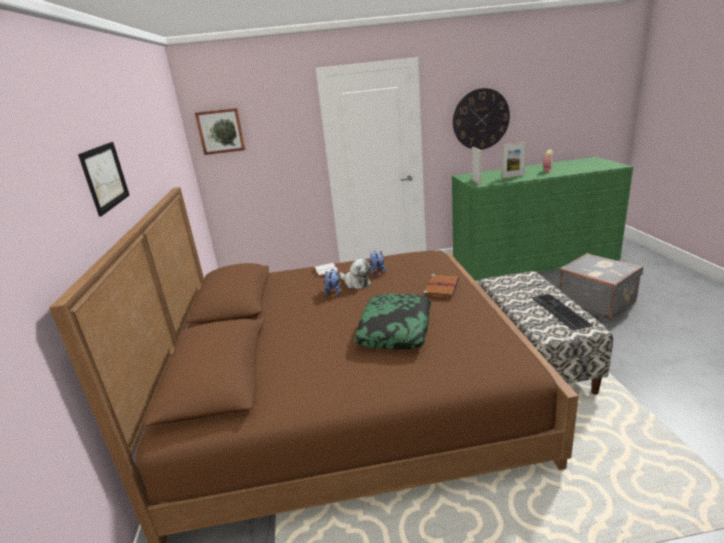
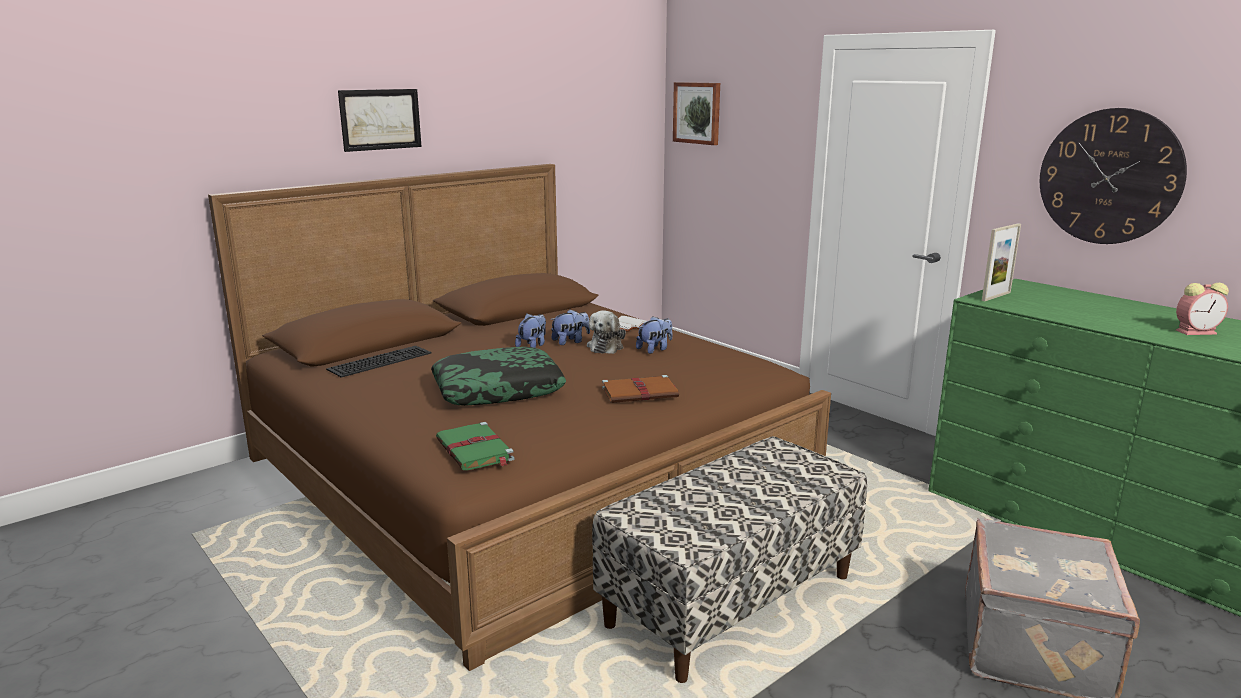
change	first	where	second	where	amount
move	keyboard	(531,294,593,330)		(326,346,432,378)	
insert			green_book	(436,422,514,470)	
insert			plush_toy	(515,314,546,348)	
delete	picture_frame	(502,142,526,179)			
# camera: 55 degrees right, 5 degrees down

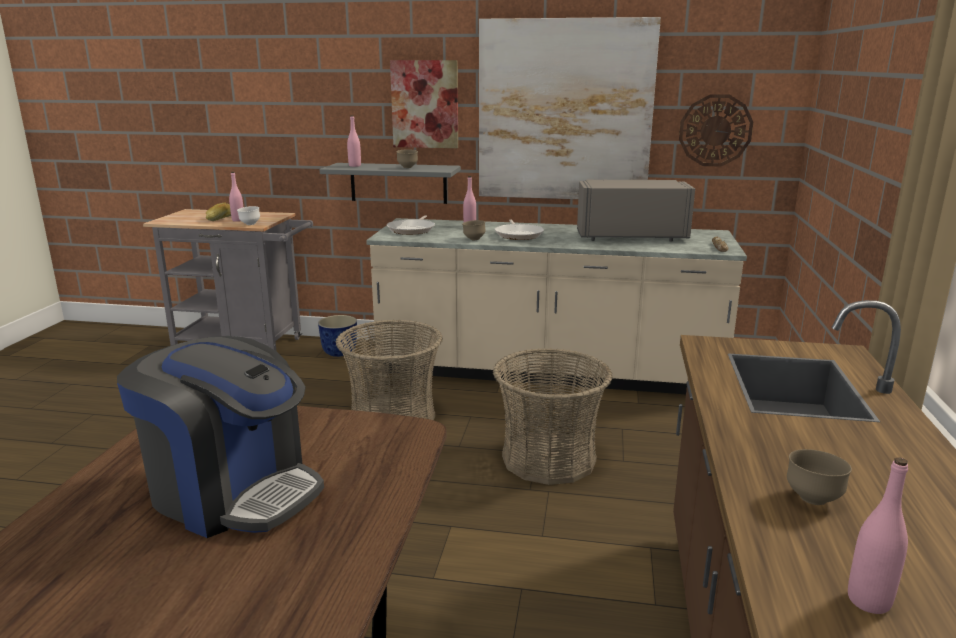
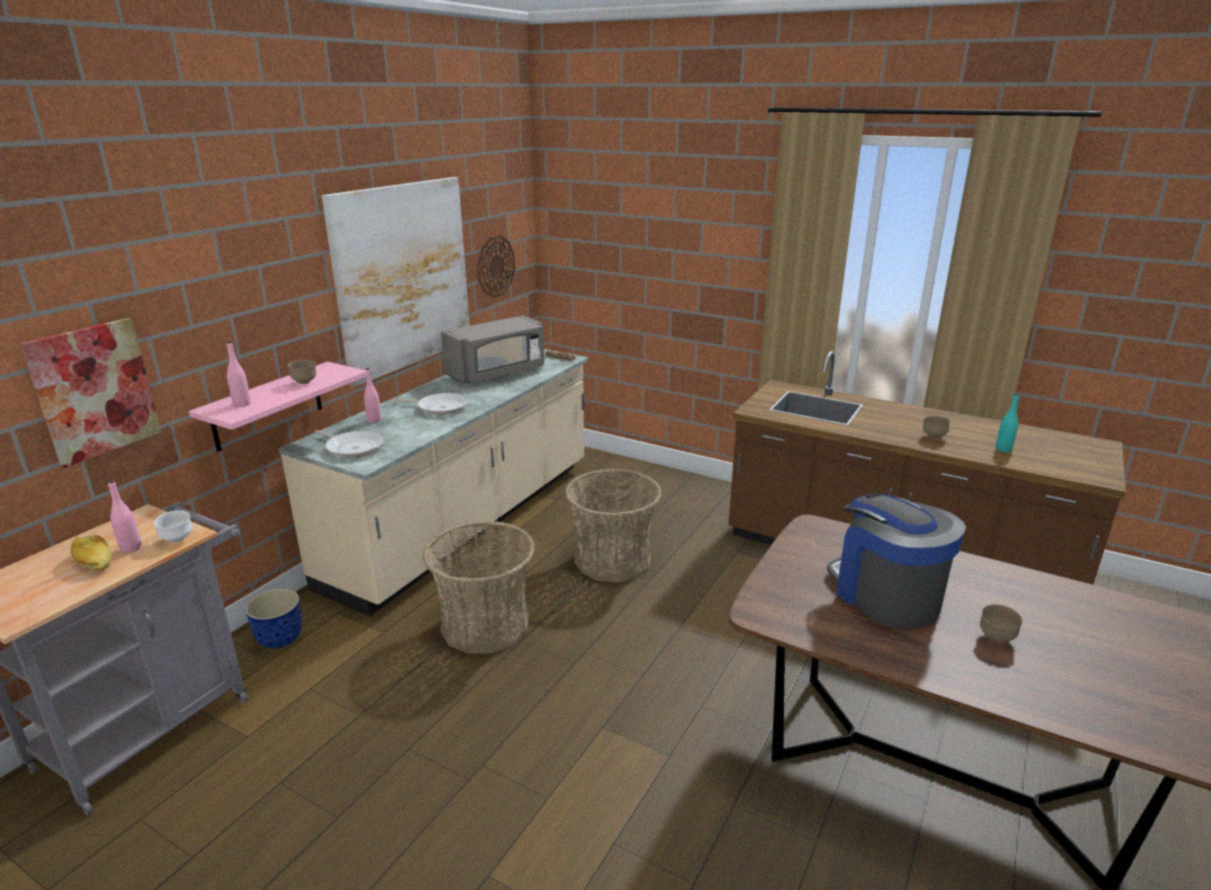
change	first	where	second	where	amount
move	picture	(390,60,458,148)		(20,318,162,468)	
recolor	grey_shelf	(319,163,461,204)	pink_shelf	(189,362,368,452)	
rotate	grey_microwave	(577,180,695,242)		(441,316,544,384)	150 degrees counterclockwise
rotate	coffee_machine	(117,336,324,538)		(827,493,966,628)	75 degrees counterclockwise
move	brown_bowl	(462,220,486,240)		(980,604,1023,642)	
recolor	pink_bottle	(848,457,908,614)	turquoise_bottle	(996,393,1019,452)	
# camera: 70 degrees left, 5 degrees up

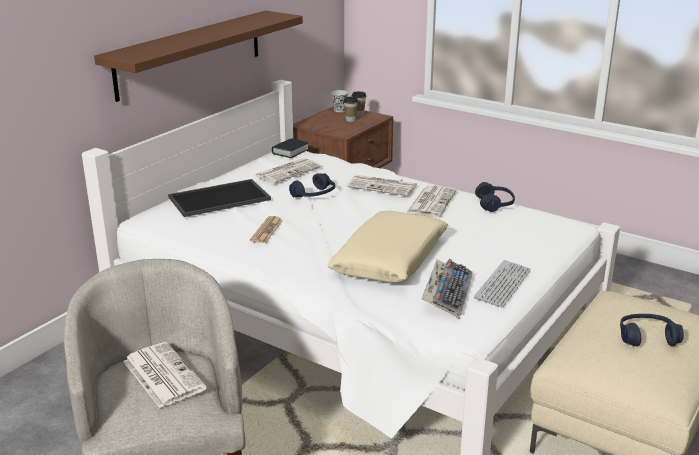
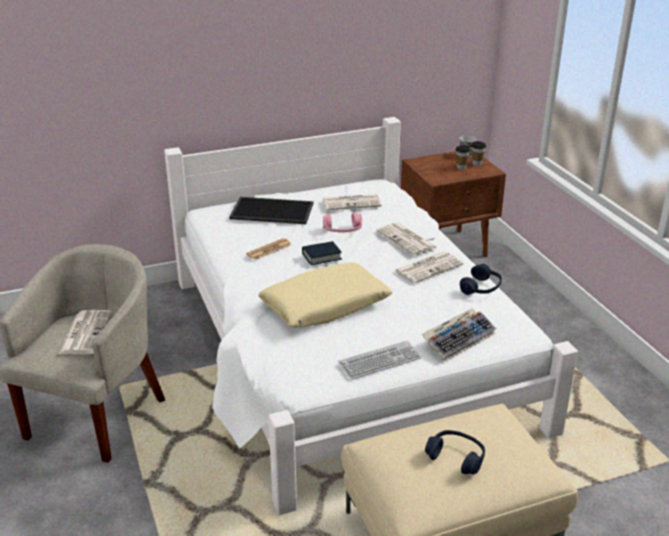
change	first	where	second	where	amount
move	book	(272,138,309,158)		(302,241,342,265)	
recolor	blue_headphones	(289,173,335,197)	pink_headphones	(323,212,362,232)	
move	keyboard	(422,259,472,319)		(422,308,496,362)	
delete	brown_shelf	(94,10,303,102)			
# camera: 35 degrees right, 5 degrees up

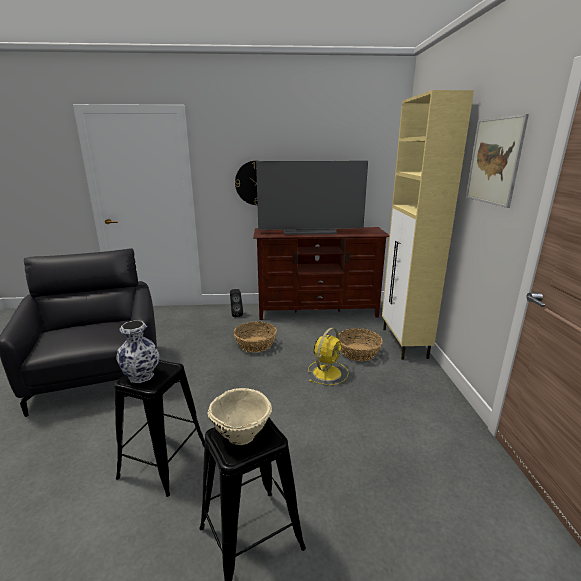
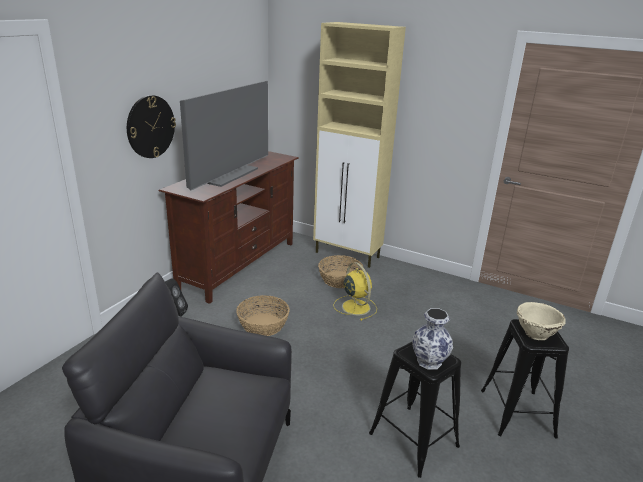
change	first	where	second	where	amount
delete	picture	(466,114,529,208)			
# camera: 60 degrees left, 5 degrees up

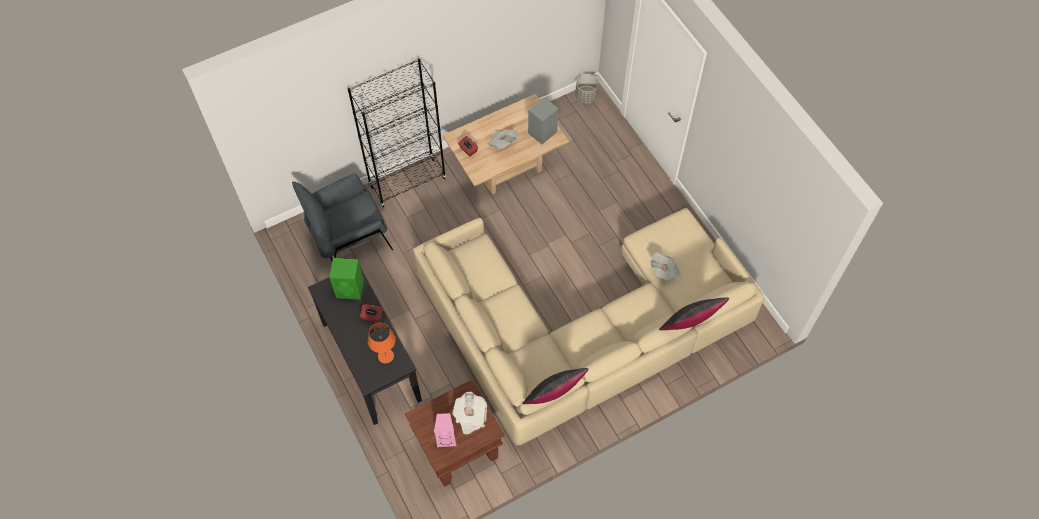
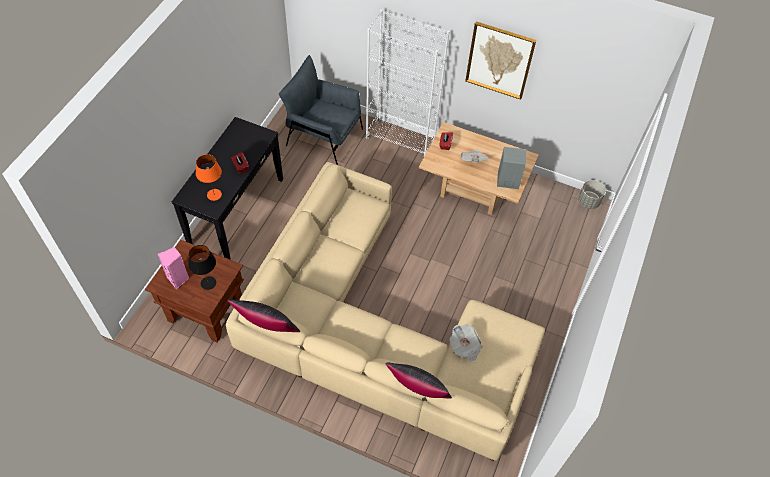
change	first	where	second	where	amount
replace	newspaper	(452,392,487,435)	black_table_lamp	(188,245,216,290)	
recolor	black_bookcase	(348,58,446,207)	white_bookcase	(365,9,450,157)	
insert			picture	(465,21,536,100)	
delete	green_speaker	(330,258,364,300)			
# camera: 50 degrees right, 5 degrees down

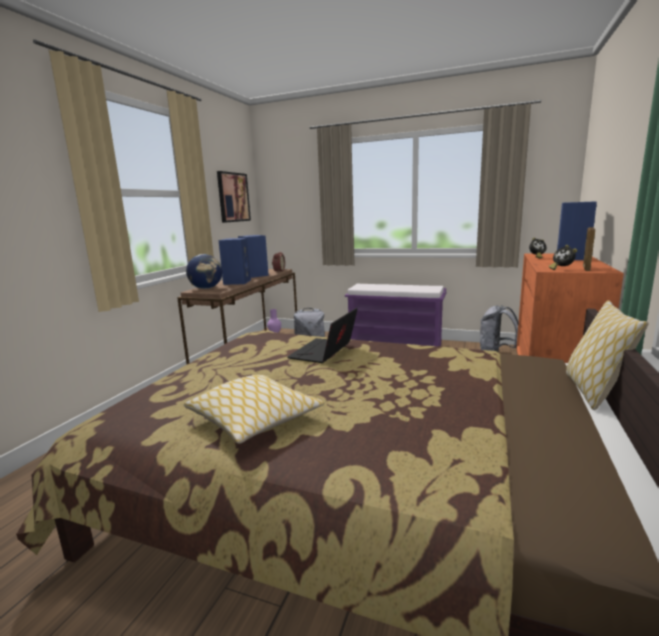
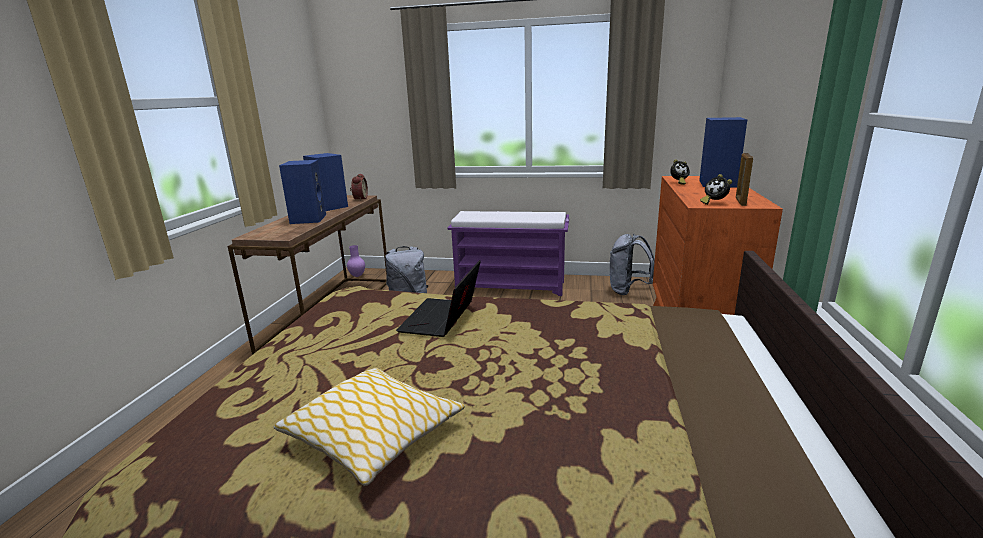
change	first	where	second	where	amount
delete	globe	(186,254,222,289)			
delete	picture	(217,171,251,223)			
delete	pillow	(566,300,648,410)			
# camera: 10 degrees left, 5 degrees up

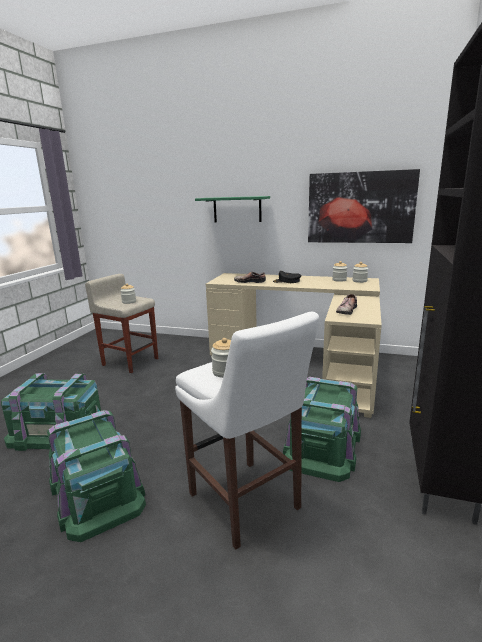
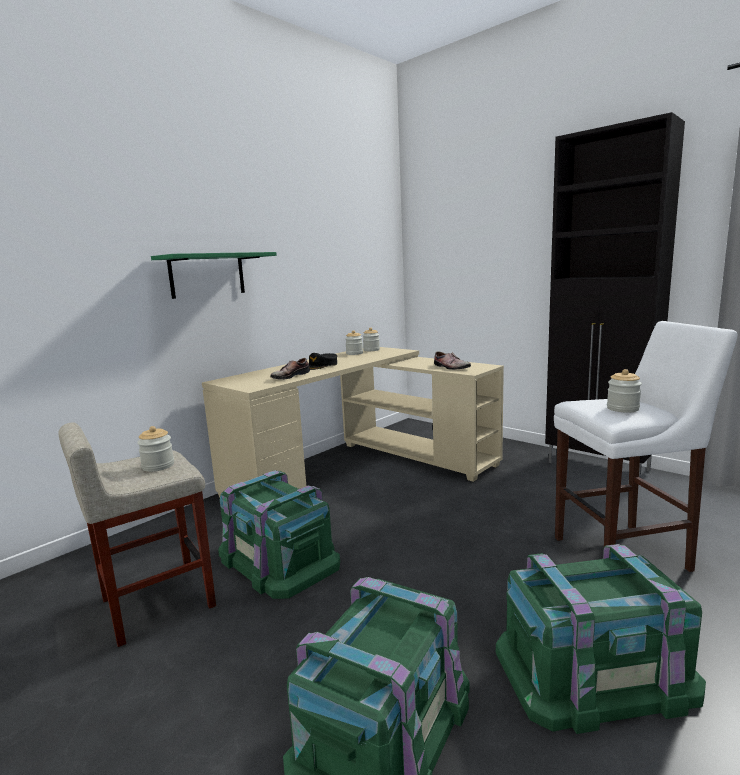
change	first	where	second	where	amount
move	green_storage_box	(283,377,361,482)		(218,470,340,599)	
delete	picture	(308,169,420,243)			
# camera: 65 degrees left, 5 degrees down

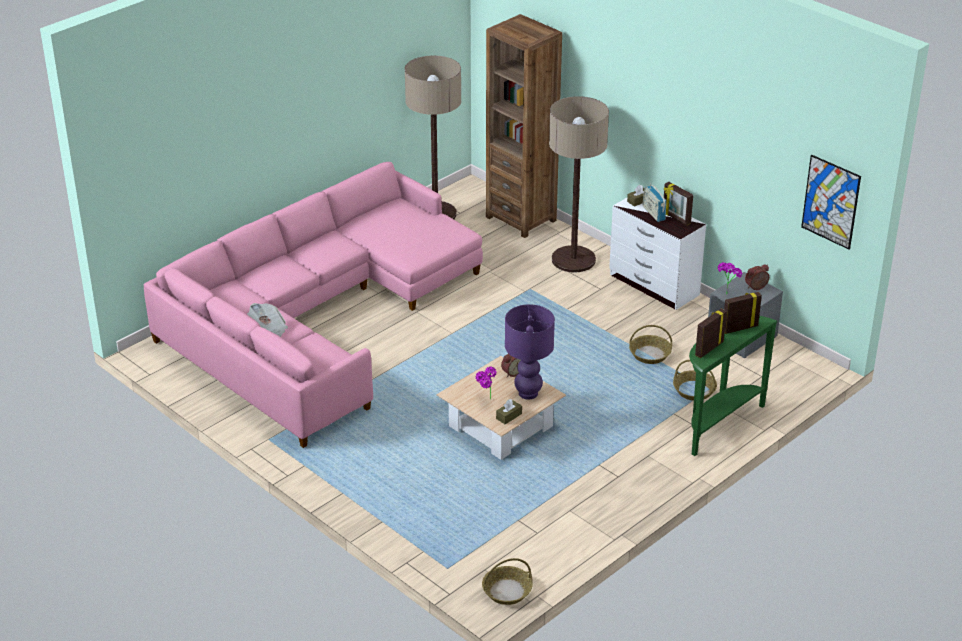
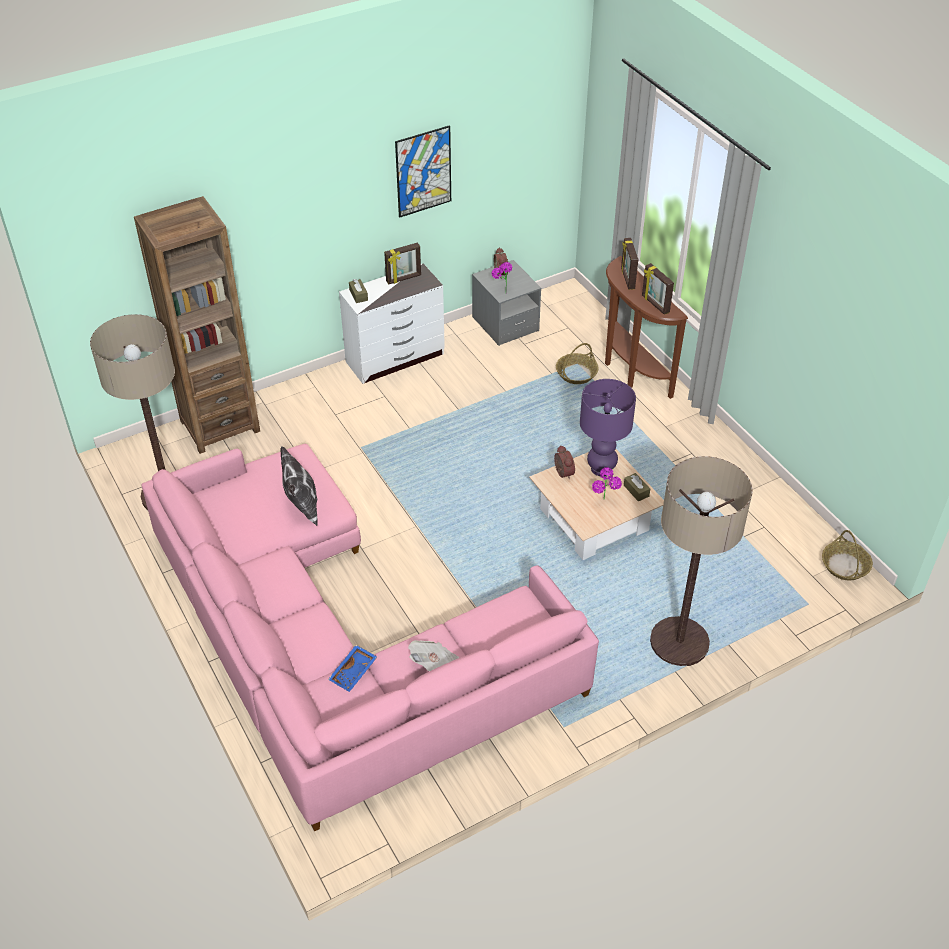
change	first	where	second	where	amount
insert			pillow	(280,446,318,526)	
insert			blue_tray	(328,645,377,692)	
move	picture	(801,155,861,250)		(395,125,451,218)	
recolor	green_console_table	(689,316,778,456)	brown_console_table	(605,256,688,399)	
move	floor_lamp	(549,96,609,272)		(650,456,752,666)	
delete	basket	(629,325,672,364)			
delete	radio	(642,183,666,222)			
# camera: 75 degrees left, 10 degrees up

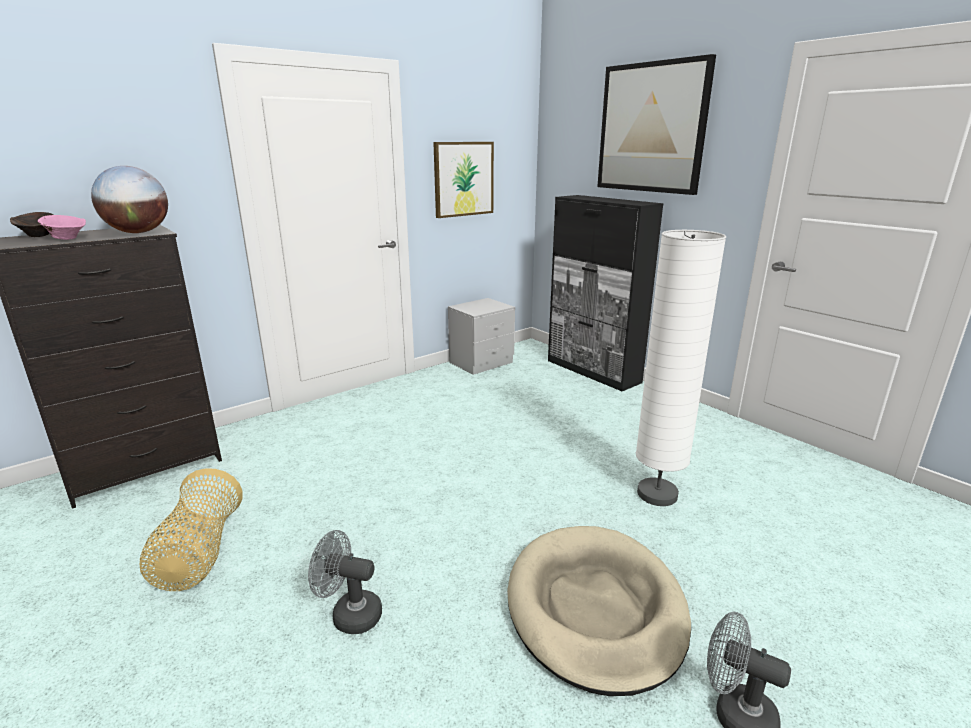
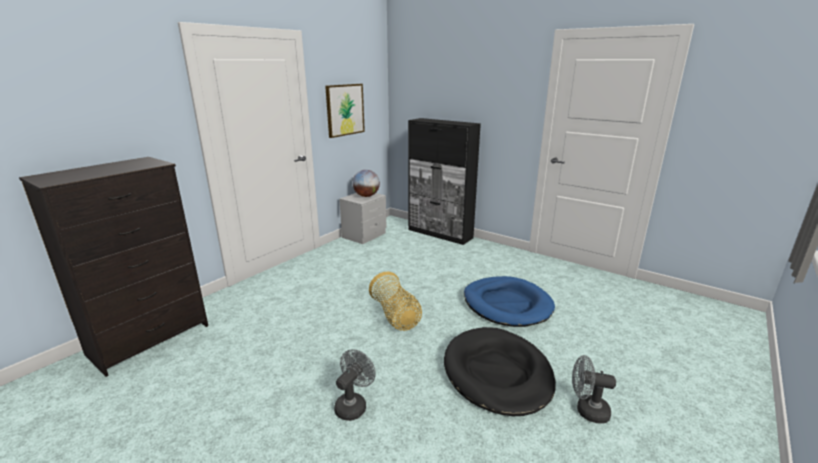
change	first	where	second	where	amount
rotate	grey_fan	(308,530,382,634)		(334,349,376,421)	120 degrees clockwise
move	globe	(91,166,168,233)		(352,170,380,197)	
move	basket	(140,468,243,591)		(369,272,422,331)	
recolor	beige_dog_bed	(507,526,691,696)	black_dog_bed	(444,327,556,416)	
replace	white_floor_lamp	(636,230,726,506)	blue_dog_bed	(464,276,555,327)	
delete	brown_bowl	(10,212,54,237)			
delete	pink_bowl	(38,215,86,240)			
delete	picture	(597,54,716,195)			
# camera: 15 degrees left, 0 degrees up

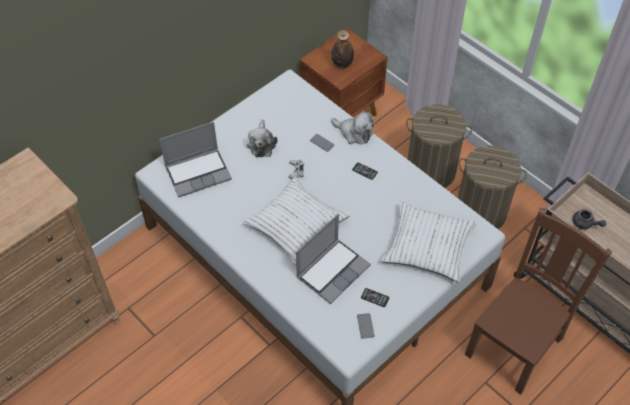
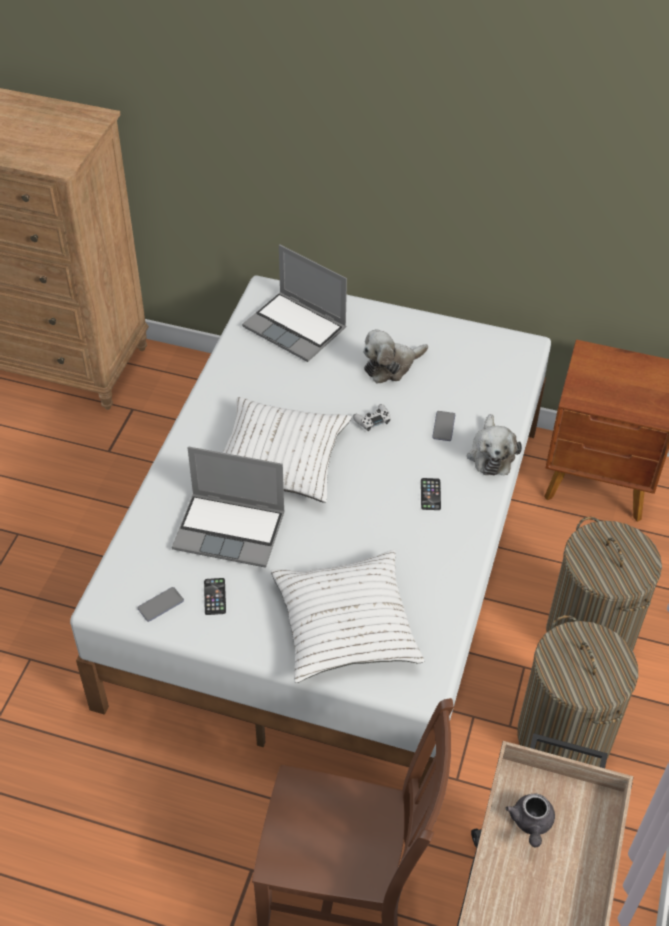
change	first	where	second	where	amount
delete	bottle	(331,30,354,68)			
# camera: 60 degrees right, 5 degrees down

